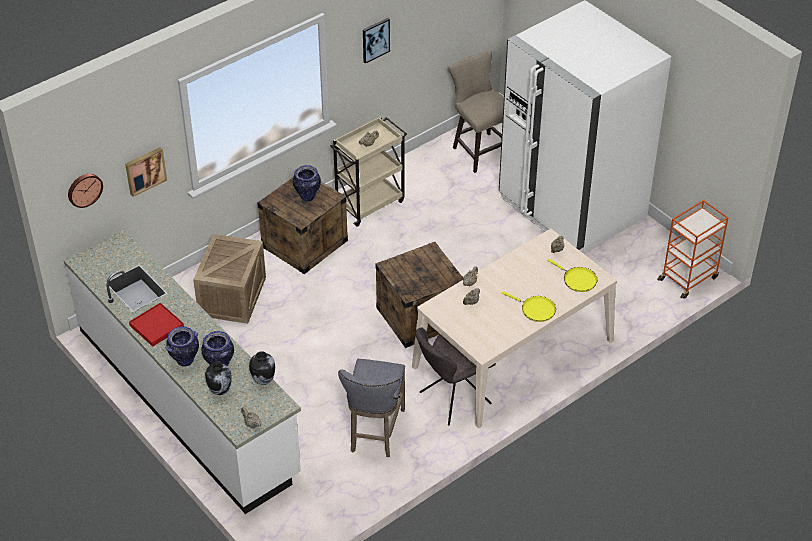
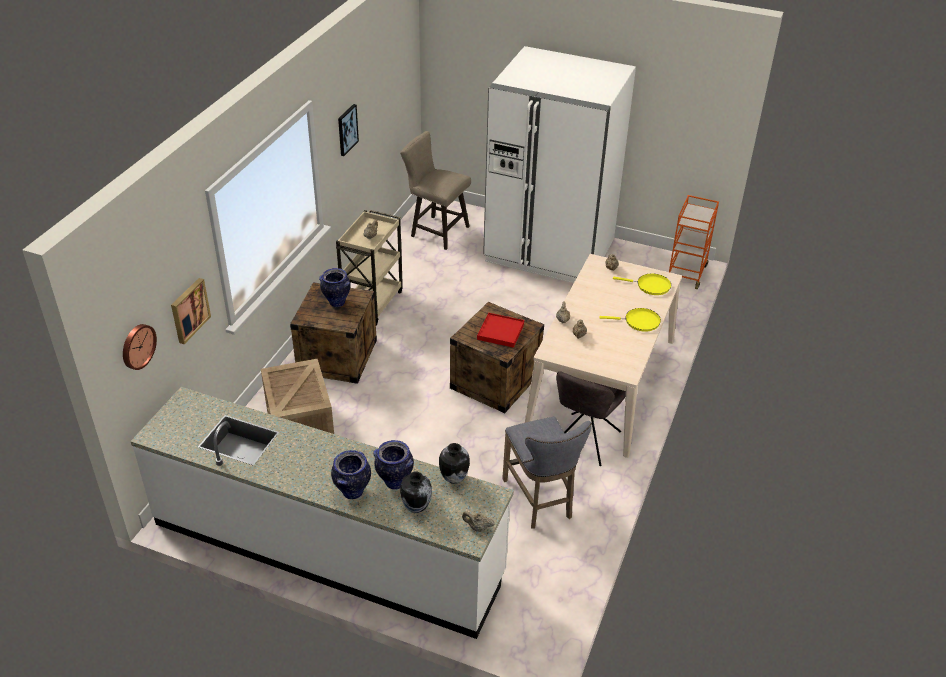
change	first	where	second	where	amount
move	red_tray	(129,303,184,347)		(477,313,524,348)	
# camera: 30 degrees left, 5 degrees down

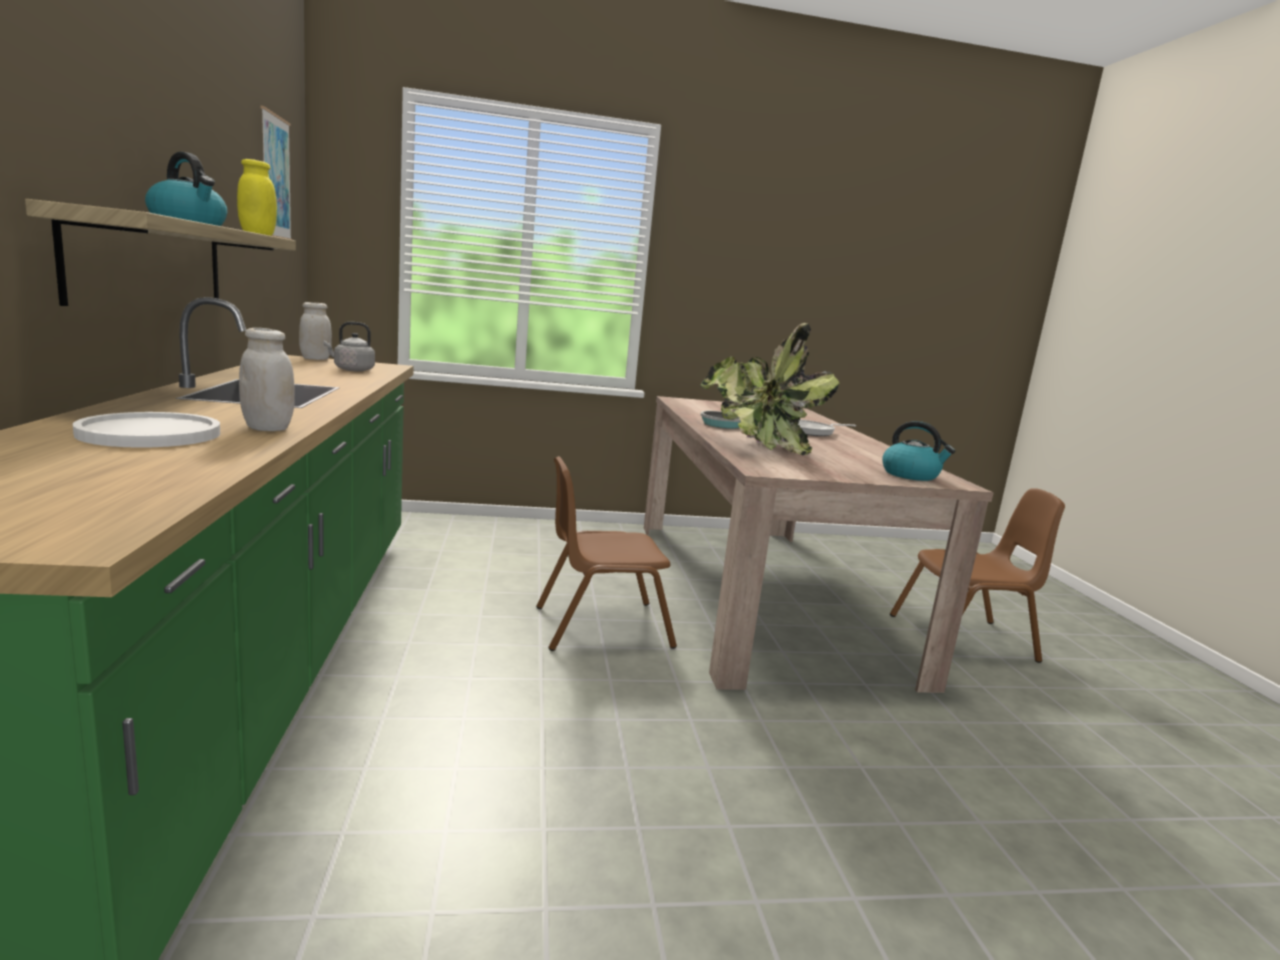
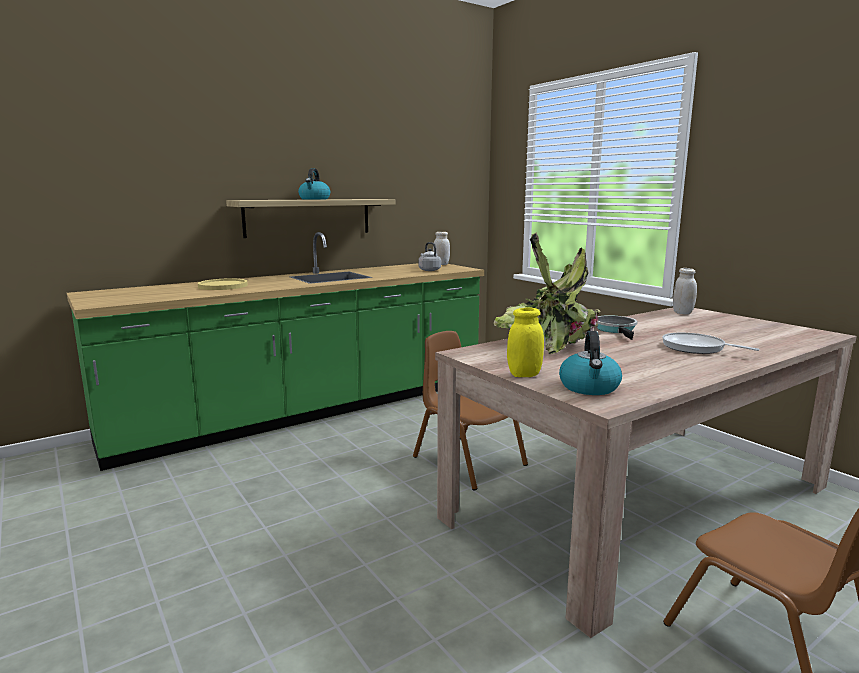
change	first	where	second	where	amount
recolor	white_plate	(73,412,220,448)	yellow_plate	(198,278,248,290)	
move	yellow_jar	(237,159,277,236)		(507,308,544,377)	
move	white_jar	(239,328,295,431)		(673,268,697,315)	
delete	picture	(260,106,292,240)			
# camera: 65 degrees right, 0 degrees up

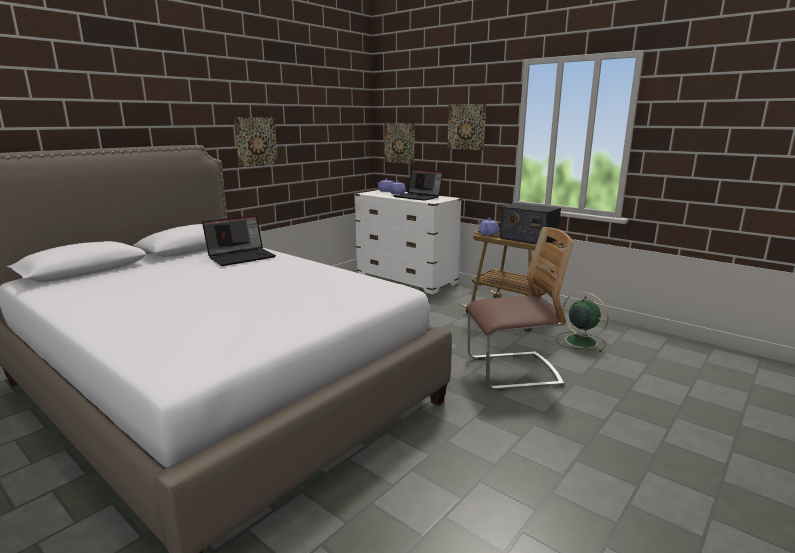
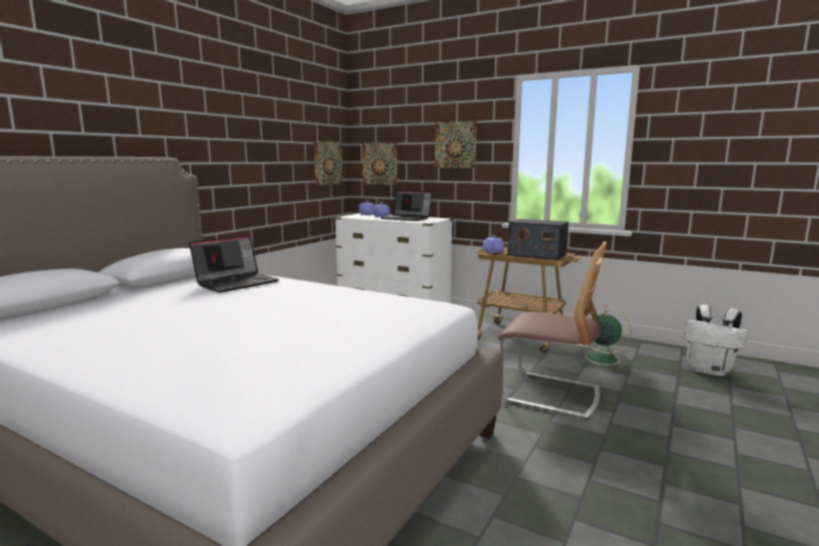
change	first	where	second	where	amount
move	picture	(234,117,278,167)		(314,141,342,185)	
rotate	chair	(466,227,574,391)		(498,242,607,420)	45 degrees clockwise
insert			white_backpack	(684,305,748,376)	
# camera: 10 degrees left, 5 degrees down

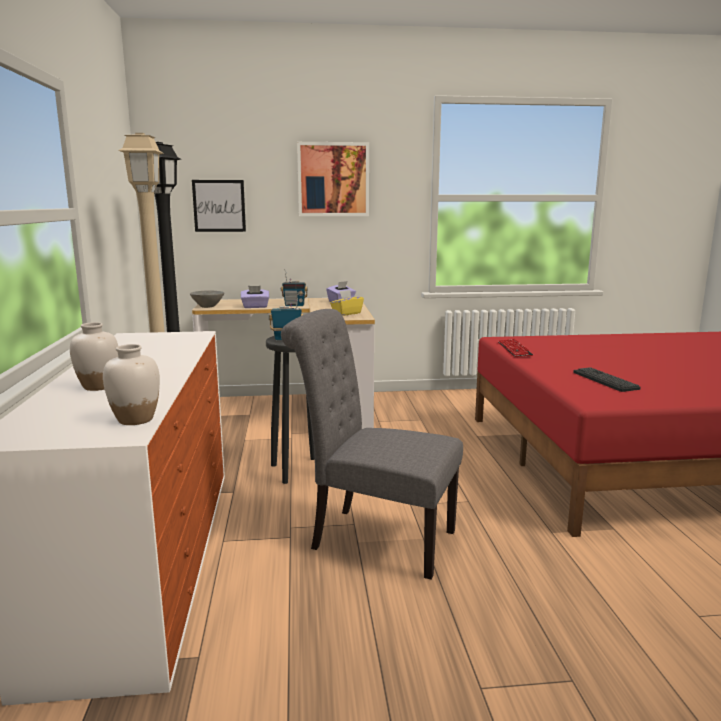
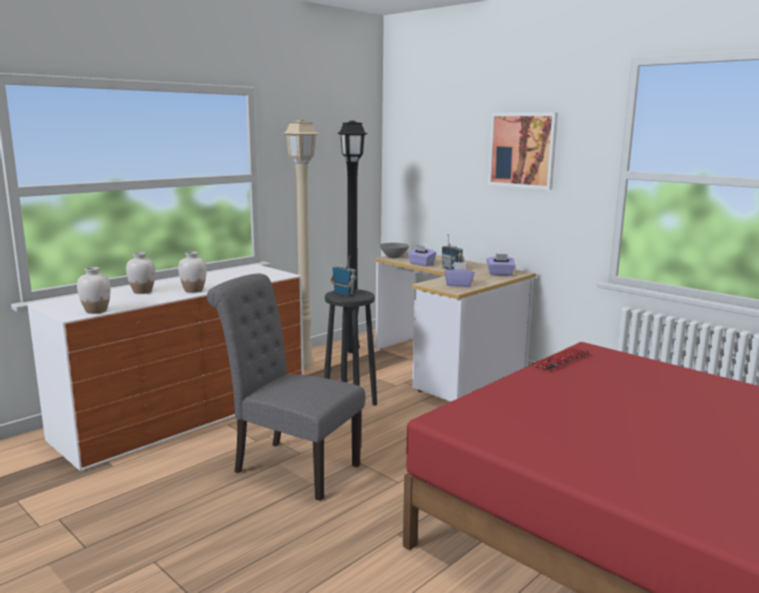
change	first	where	second	where	amount
insert			white_vase	(178,252,207,293)	
rotate	grey_chair	(281,309,463,580)		(207,274,365,501)	45 degrees counterclockwise
recolor	yellow_tissue_box	(330,290,364,316)	purple_tissue_box	(444,262,474,287)	
delete	picture	(192,180,246,232)			
delete	keyboard	(573,367,640,392)			
# camera: 50 degrees right, 0 degrees up

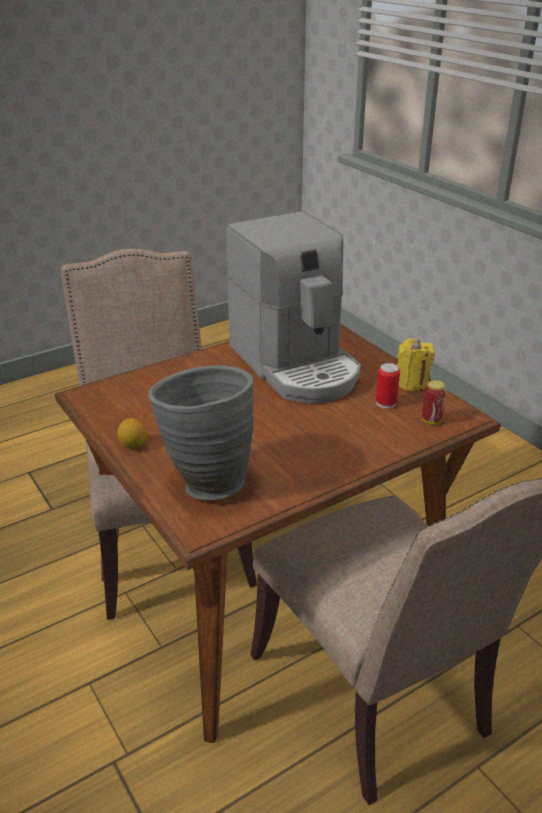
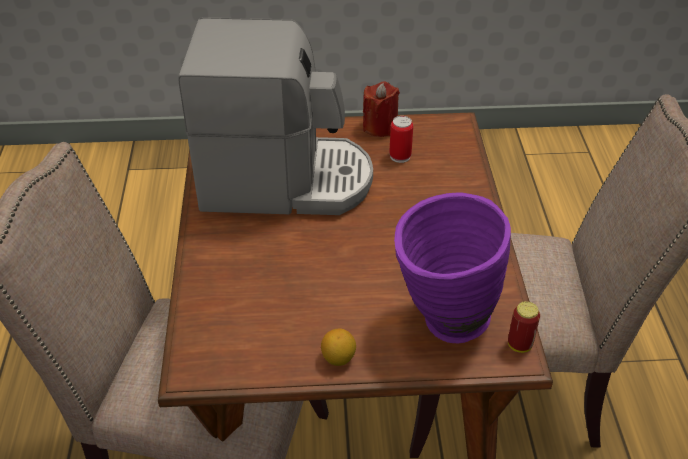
change	first	where	second	where	amount
recolor	yellow_candle	(397,338,435,391)	red_candle	(363,81,400,137)	
recolor	grey_vase	(148,365,254,500)	purple_vase	(394,192,511,343)	
move	can	(422,380,446,425)		(508,301,540,353)	
# camera: 60 degrees left, 10 degrees up

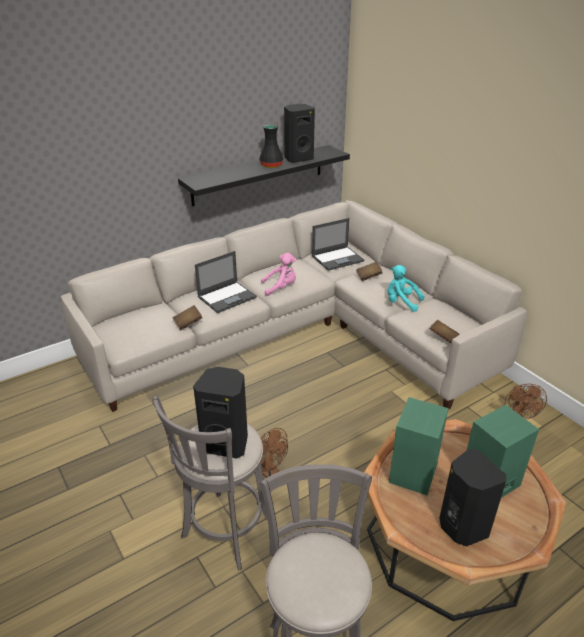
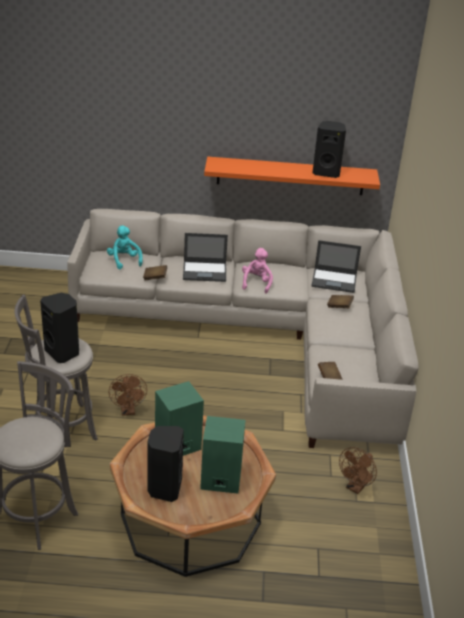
change	first	where	second	where	amount
move	turquoise_plush_toy	(388,265,425,312)		(107,225,143,270)	
recolor	black_shelf	(178,145,350,206)	orange_shelf	(204,157,380,195)	
rotate	pink_plush_toy	(261,253,296,296)		(242,248,273,293)	105 degrees counterclockwise
delete	black_vase	(259,125,283,168)			
# camera: 35 degrees right, 0 degrees up

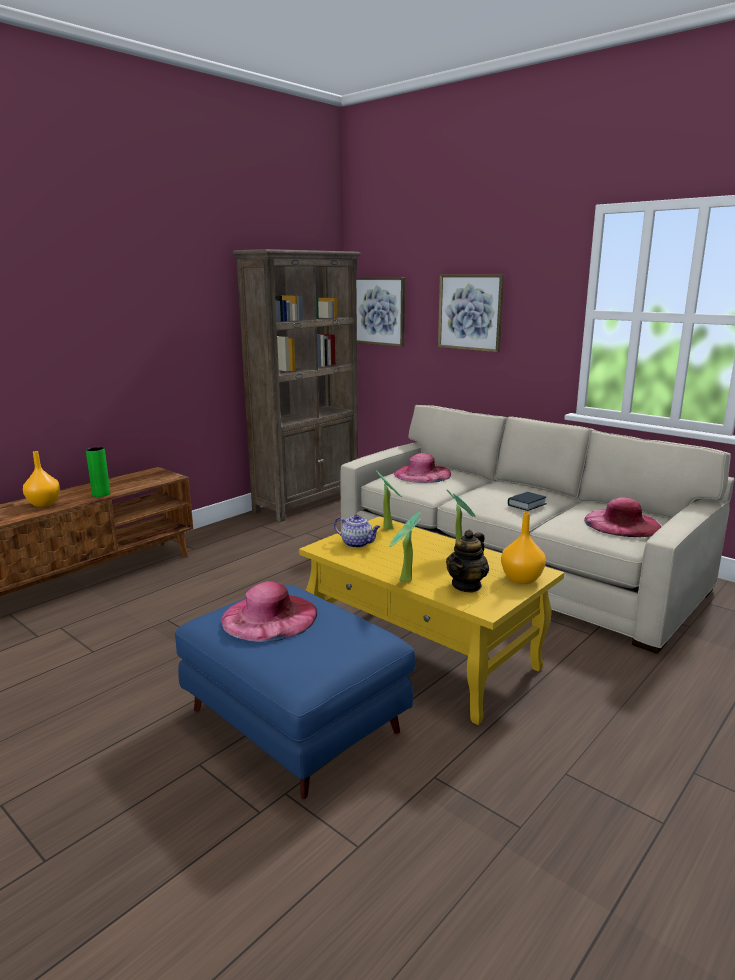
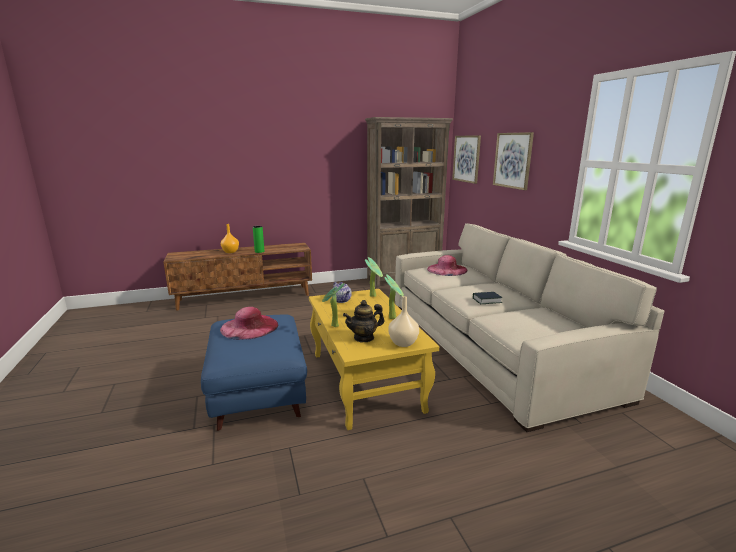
change	first	where	second	where	amount
recolor	orange_vase	(501,512,546,584)	beige_vase	(388,296,419,347)	
delete	pink_hat	(584,497,661,537)			
# camera: 30 degrees right, 0 degrees up

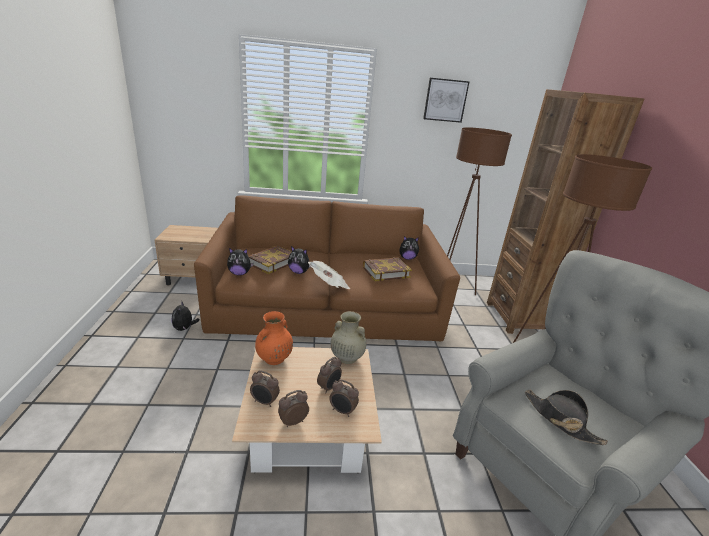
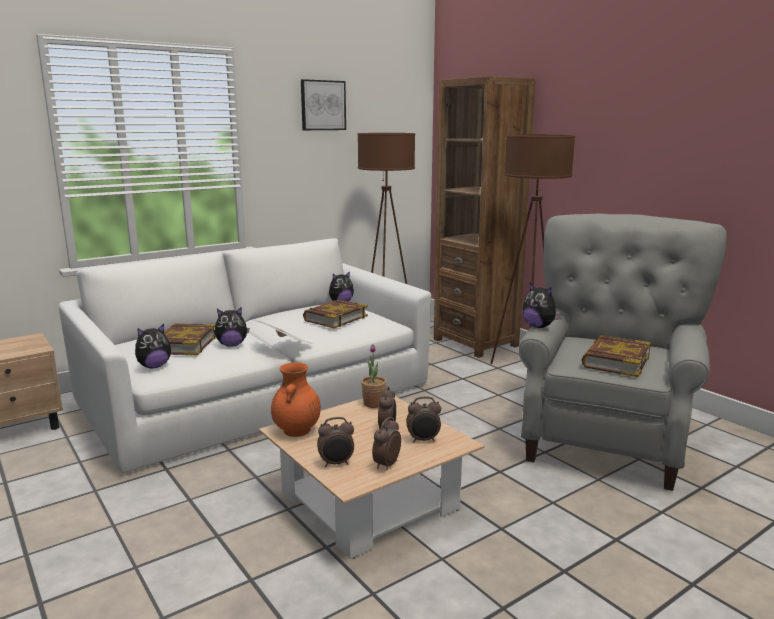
change	first	where	second	where	amount
recolor	brown_sofa	(194,195,460,341)	white_sofa	(59,238,431,473)	
replace	beige_vase	(330,311,366,364)	potted_plant	(361,344,386,408)	
move	plush_toy	(172,302,200,331)		(523,283,562,328)	
replace	black_hat	(524,389,608,445)	book	(582,335,651,377)	
# camera: 30 degrees left, 10 degrees down

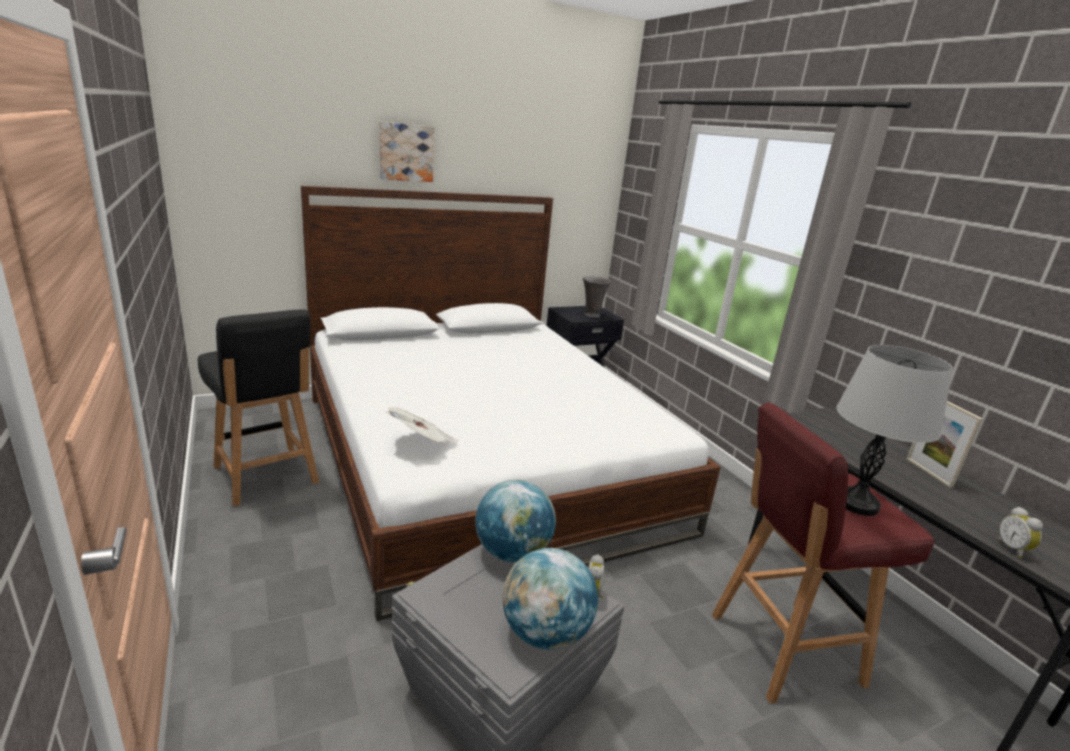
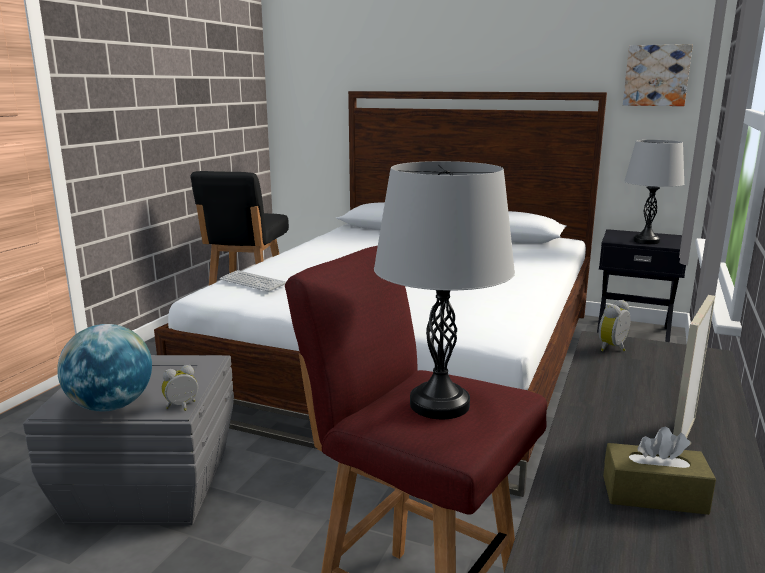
change	first	where	second	where	amount
replace	newspaper	(386,407,459,443)	keyboard	(220,270,286,292)	
move	alarm_clock	(997,507,1043,558)		(599,300,631,351)	
insert			brown_tissue_box	(603,427,716,515)	
move	picture	(379,121,434,182)		(623,44,693,106)	
replace	grey_vase	(583,276,611,318)	grey_table_lamp	(624,140,685,244)	
delete	globe	(475,480,556,563)			
# camera: 50 degrees right, 5 degrees down

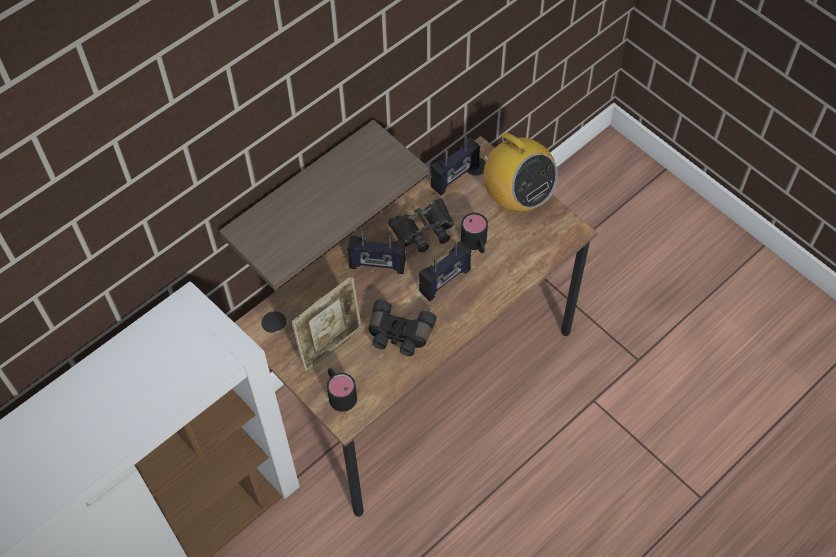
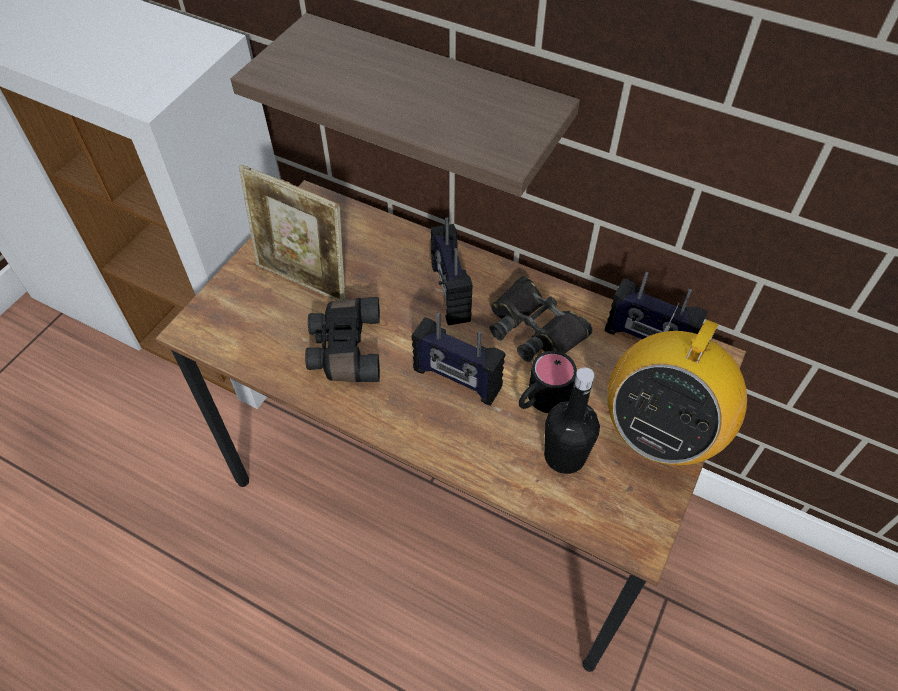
change	first	where	second	where	amount
insert			black_bottle	(544,367,600,474)	
delete	black_mug	(327,368,357,412)			
# camera: 70 degrees right, 5 degrees down

